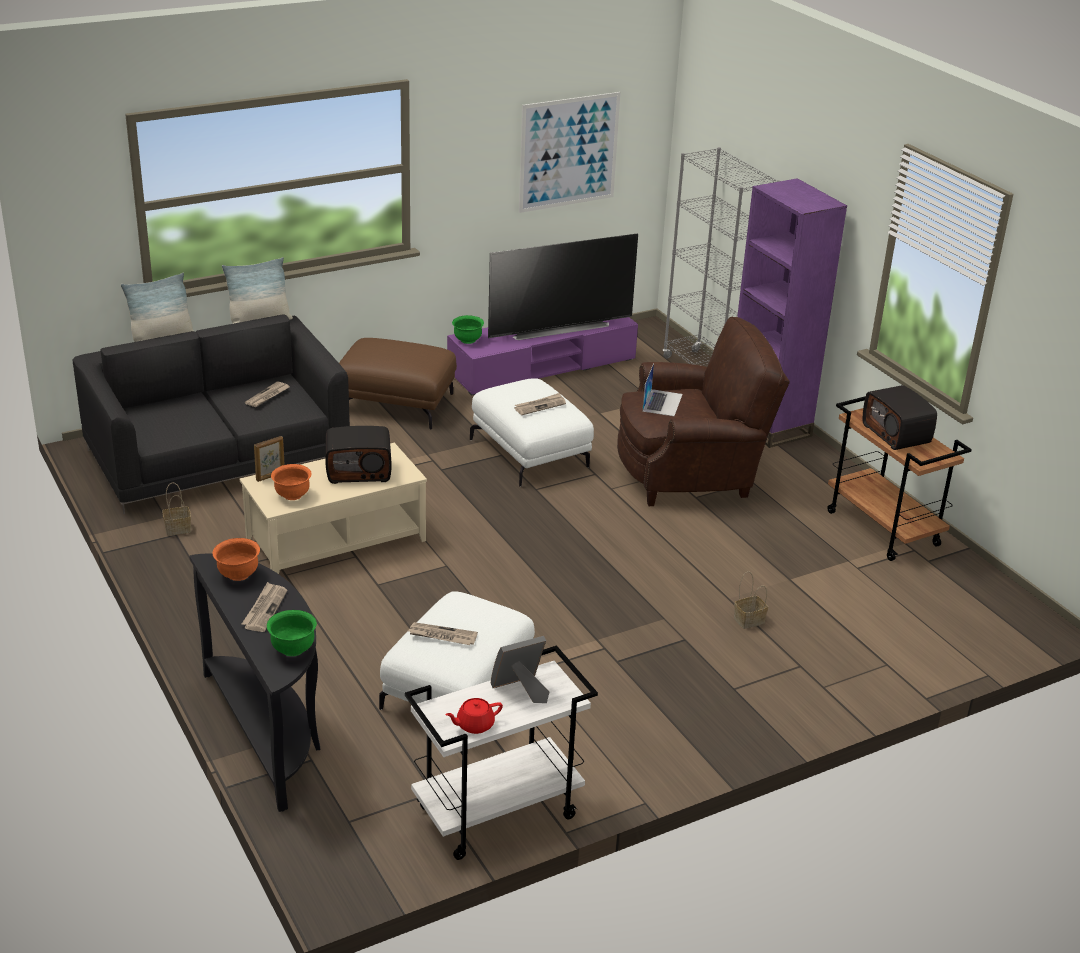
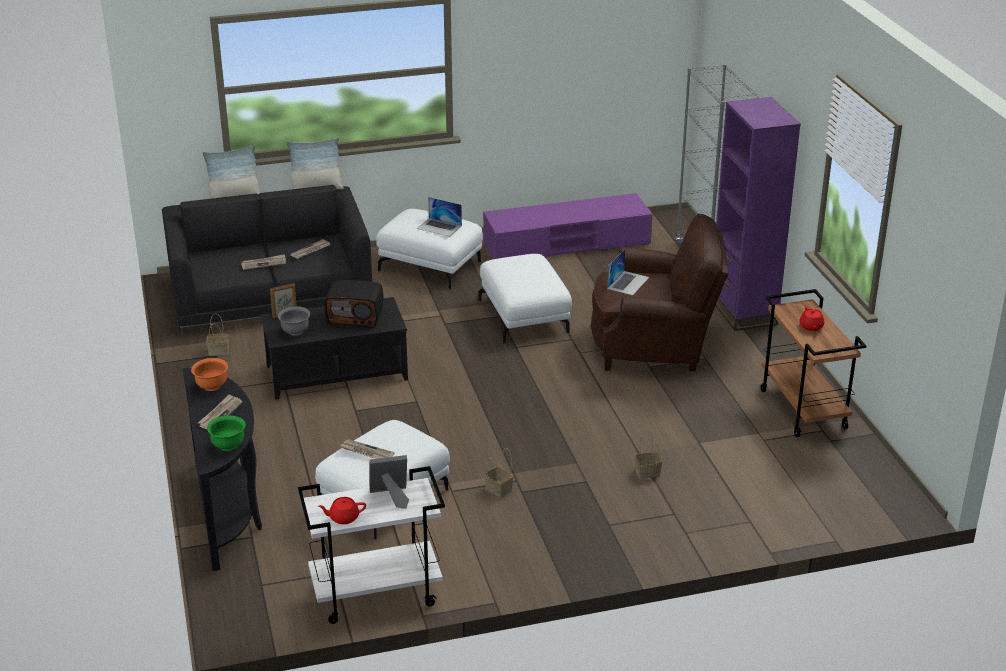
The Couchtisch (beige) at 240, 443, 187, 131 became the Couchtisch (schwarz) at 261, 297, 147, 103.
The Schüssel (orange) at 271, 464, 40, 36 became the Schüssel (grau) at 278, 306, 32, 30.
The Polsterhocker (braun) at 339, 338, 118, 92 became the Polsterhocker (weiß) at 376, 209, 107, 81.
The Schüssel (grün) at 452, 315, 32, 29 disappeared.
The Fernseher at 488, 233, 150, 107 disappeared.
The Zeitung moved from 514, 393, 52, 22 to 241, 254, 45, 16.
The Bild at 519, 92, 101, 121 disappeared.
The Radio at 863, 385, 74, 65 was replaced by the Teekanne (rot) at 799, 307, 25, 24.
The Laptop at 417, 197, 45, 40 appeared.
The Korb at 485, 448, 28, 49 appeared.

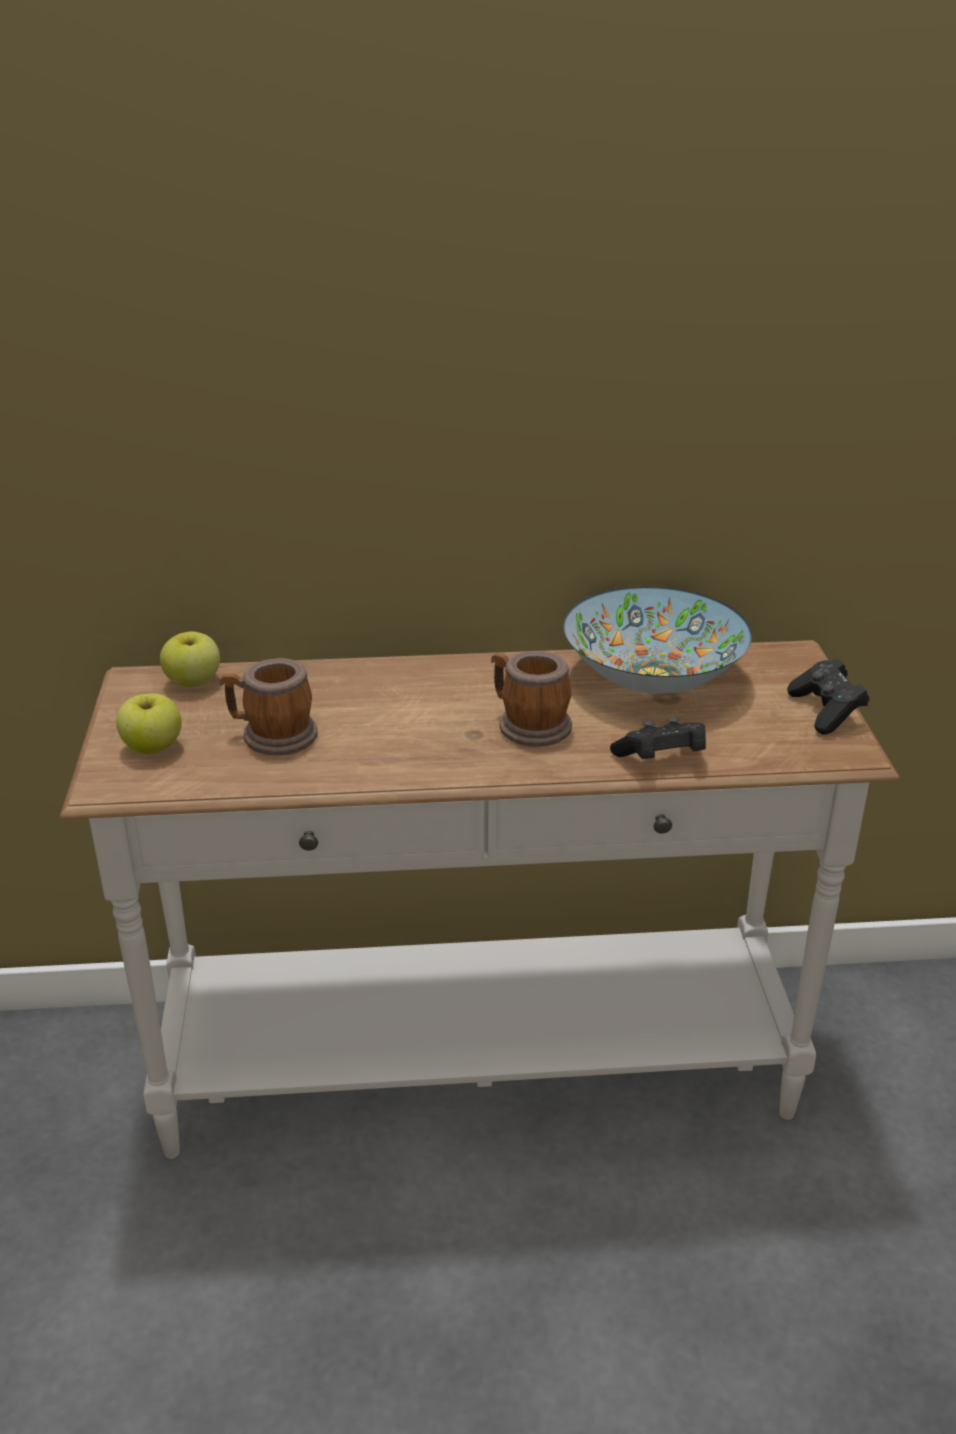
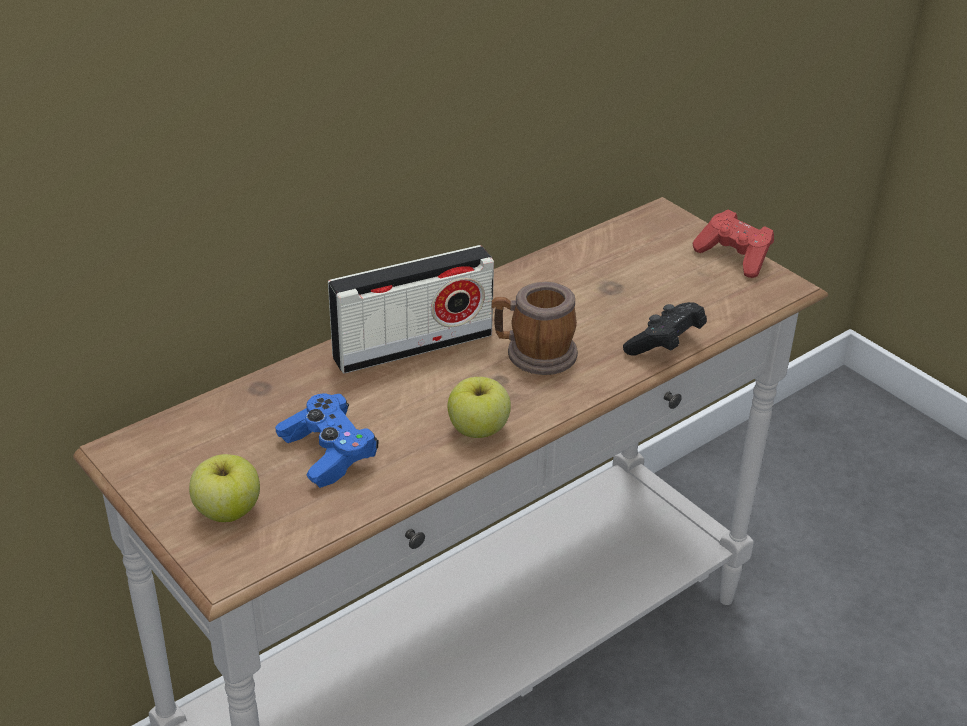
The Apfel moved from 160, 632, 60, 55 to 448, 377, 63, 61.
The Henkelbecher at 220, 658, 98, 97 was replaced by the Gamepad (blau) at 275, 394, 104, 94.
The Schüssel at 563, 586, 189, 108 disappeared.
The Gamepad (schwarz) at 787, 659, 82, 75 became the Gamepad (rot) at 693, 210, 81, 68.
The Radio at 328, 245, 166, 129 appeared.

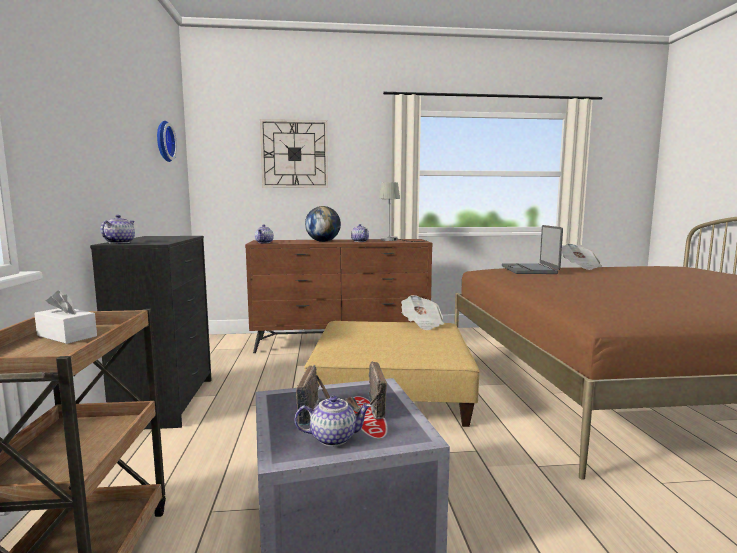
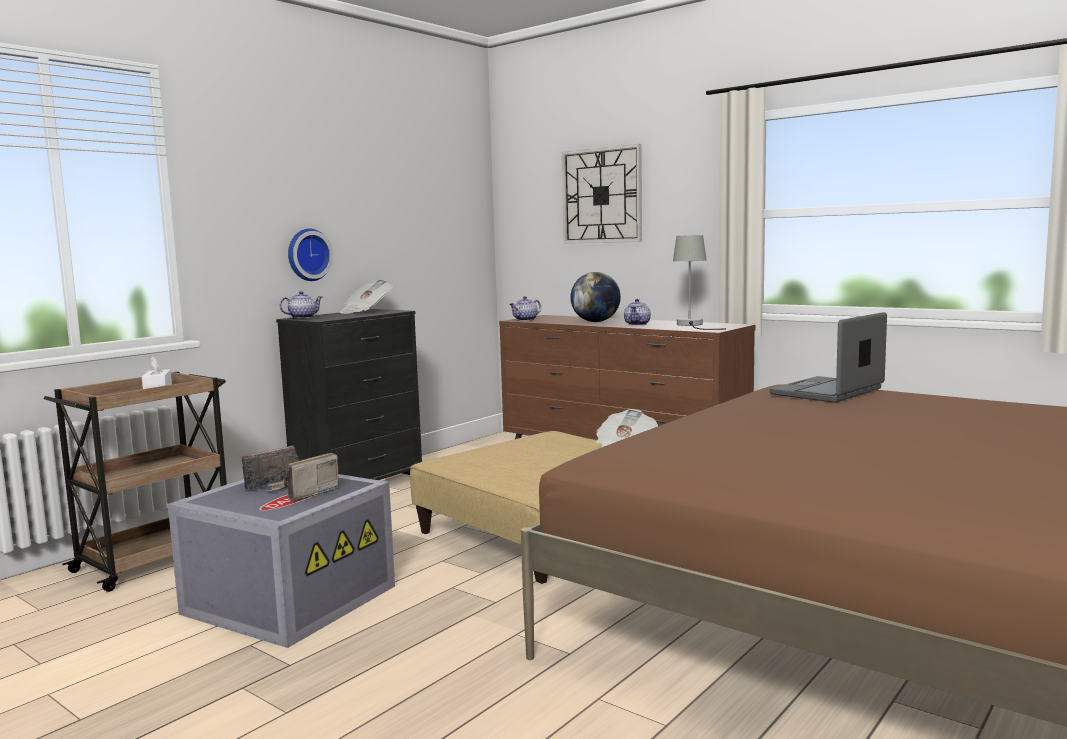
The Wanduhr moved from 157, 121, 20, 41 to 288, 229, 45, 52.
The Teekanne at 295, 396, 77, 51 disappeared.
The Zeitung moved from 562, 244, 40, 26 to 340, 279, 53, 35.

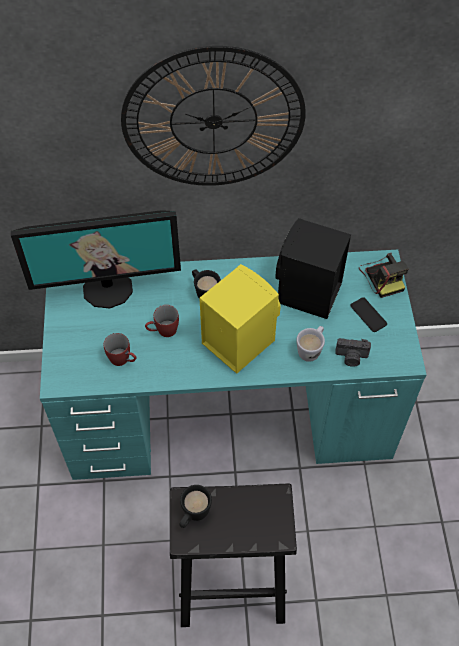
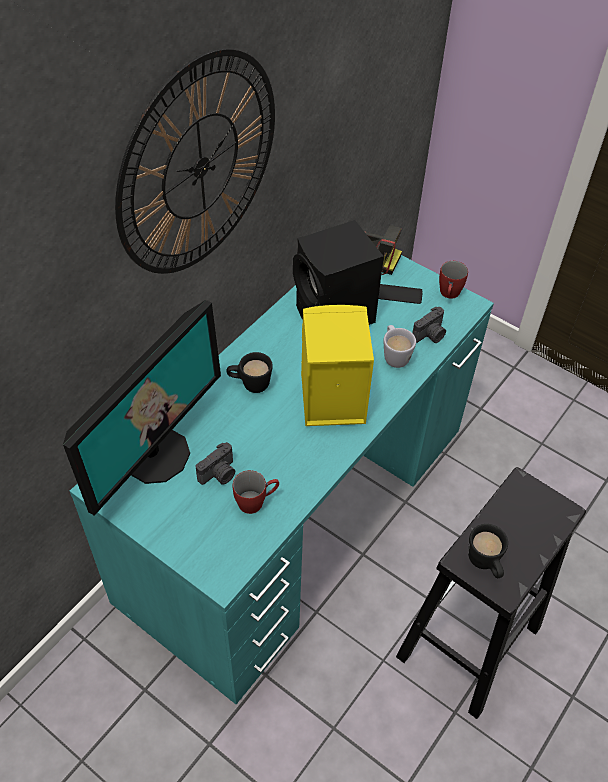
The Henkelbecher (rot) moved from 145, 305, 34, 32 to 439, 261, 29, 38.
The Kamera at 196, 442, 39, 43 appeared.

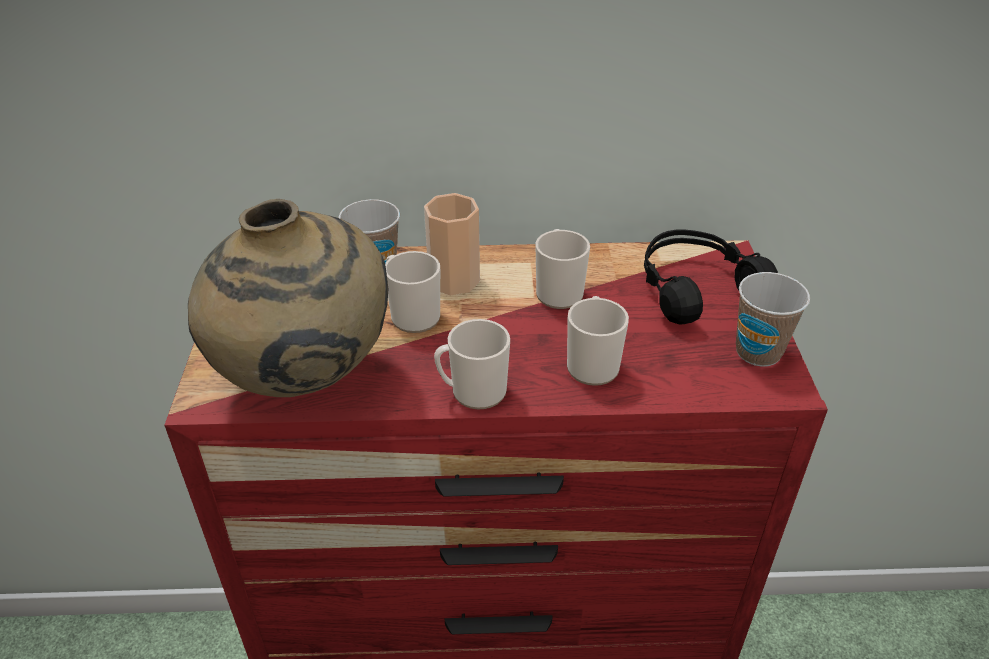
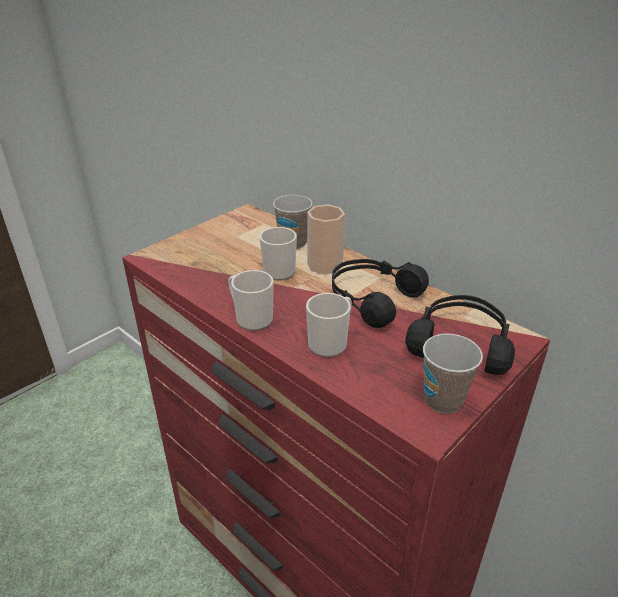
The Vase (beige) at 188, 199, 200, 198 disappeared.
The Henkelbecher at 535, 229, 55, 80 was replaced by the Kopfhörer (schwarz) at 332, 259, 97, 69.

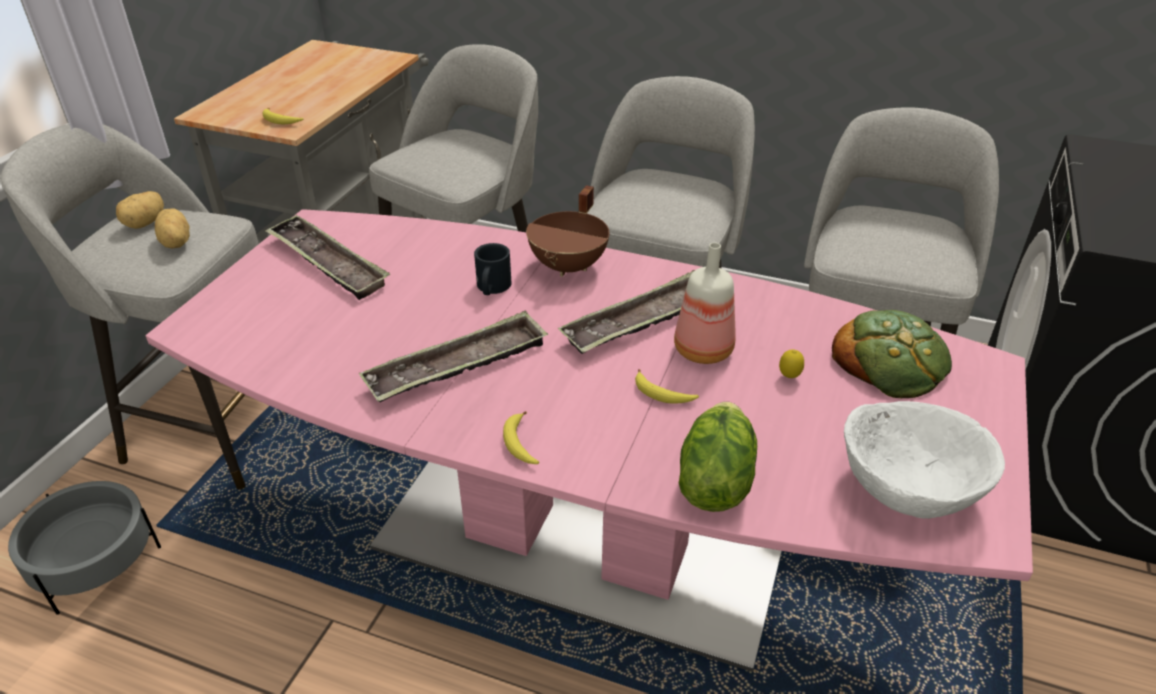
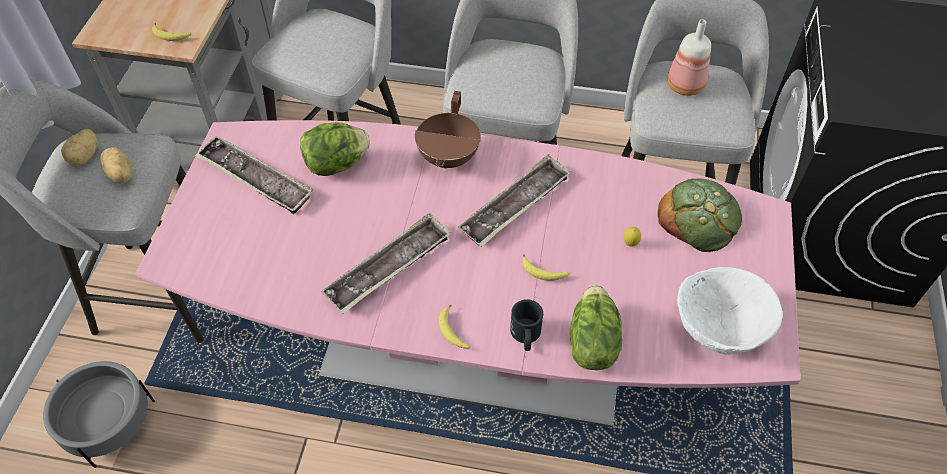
The Henkelbecher (schwarz) moved from 474, 243, 37, 52 to 510, 299, 33, 52.
The Flasche moved from 674, 242, 62, 122 to 667, 20, 44, 76.
The Salatkopf at 300, 122, 70, 54 appeared.

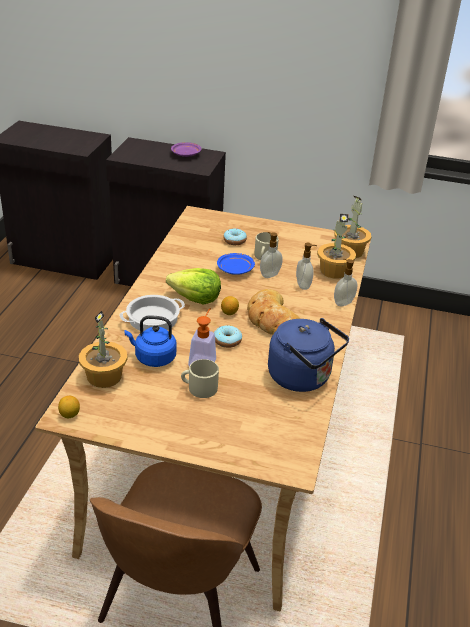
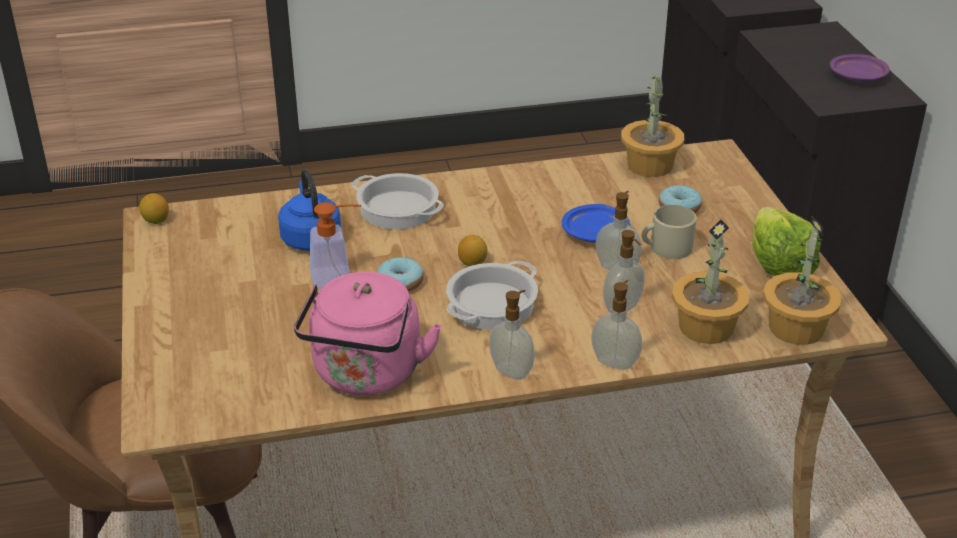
The Topfpflanze moved from 79, 310, 49, 78 to 621, 73, 63, 104.
The Salatkopf moved from 166, 268, 55, 37 to 752, 207, 69, 69.
The Henkelbecher (beige) at 181, 359, 38, 39 disappeared.
The Brot at 247, 289, 54, 45 was replaced by the Kochtopf at 446, 260, 92, 70.
The Wasserkessel (blau) at 268, 318, 81, 74 became the Wasserkessel (rosa) at 294, 272, 148, 123.
The Seifenspender at 489, 290, 46, 90 appeared.

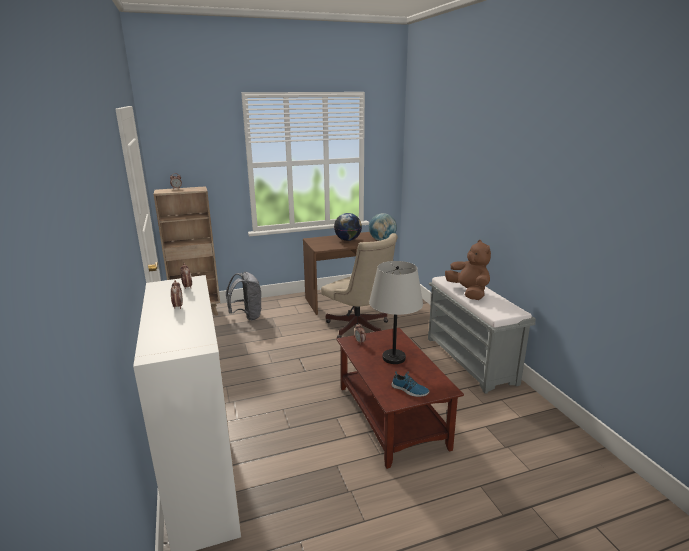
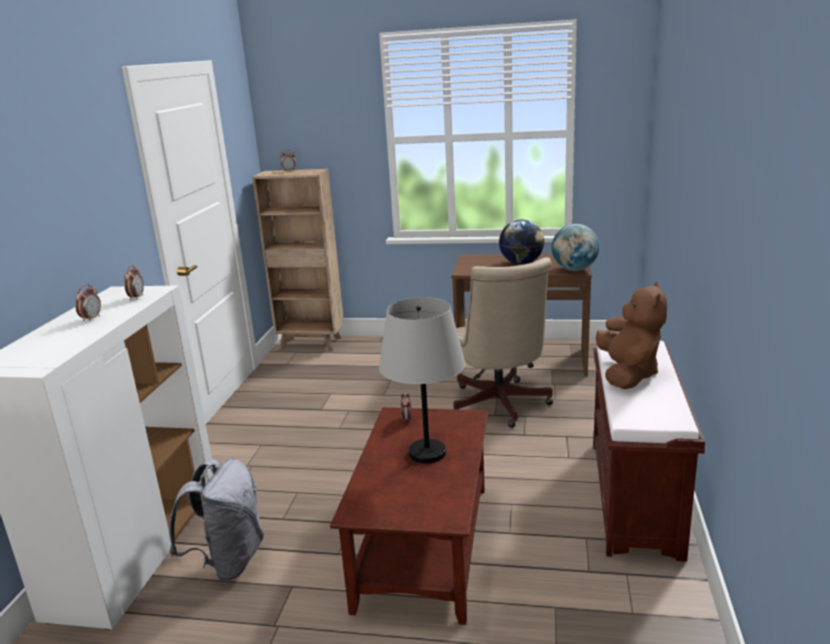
The Rucksack (grau) moved from 226, 272, 35, 49 to 169, 458, 95, 123.
The Schuh at 392, 371, 38, 26 disappeared.
The Bank (grau) at 428, 276, 108, 118 became the Bank (braun) at 593, 341, 112, 221.

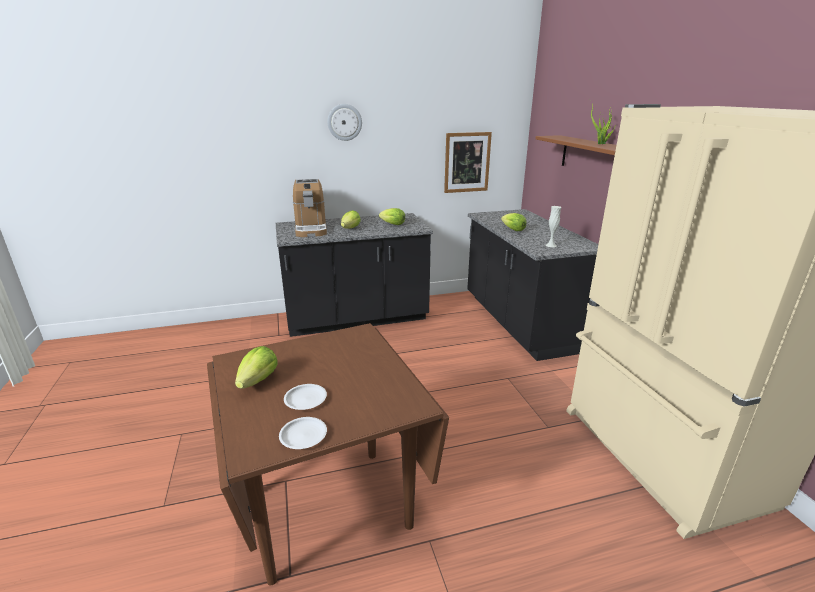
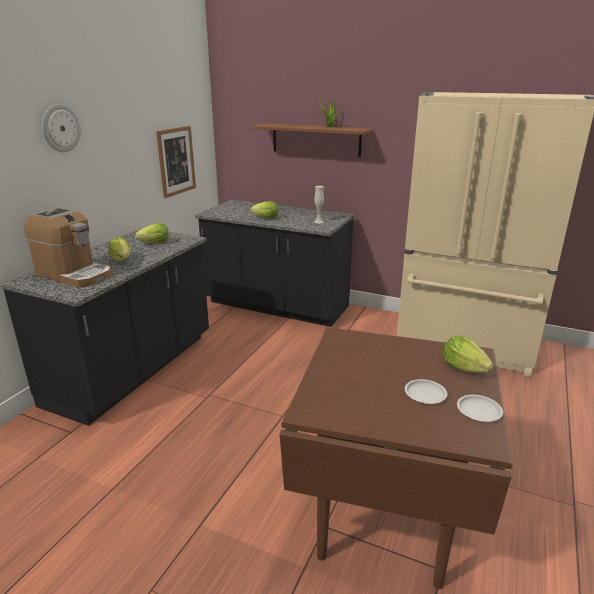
The Salatkopf moved from 235, 346, 42, 43 to 443, 335, 51, 38.

